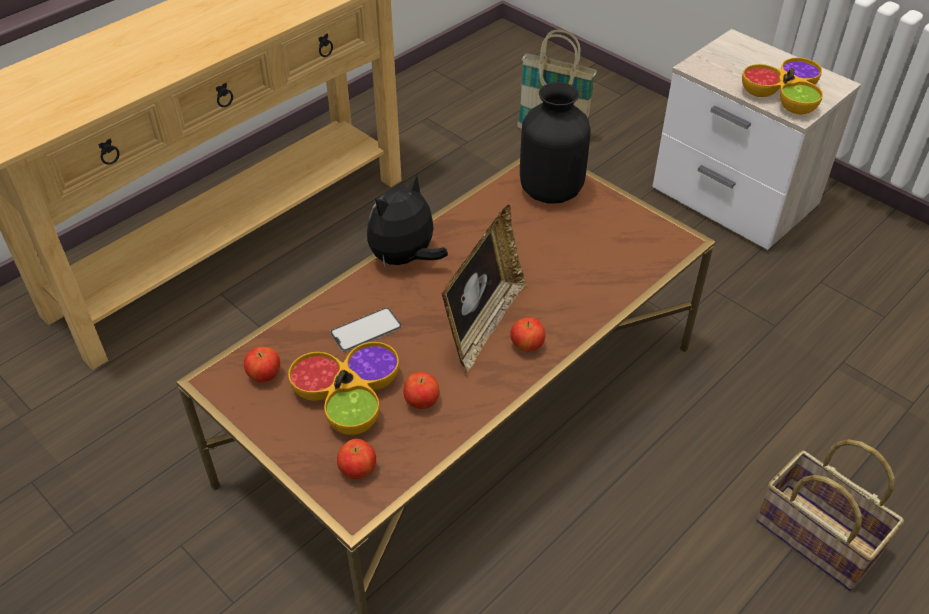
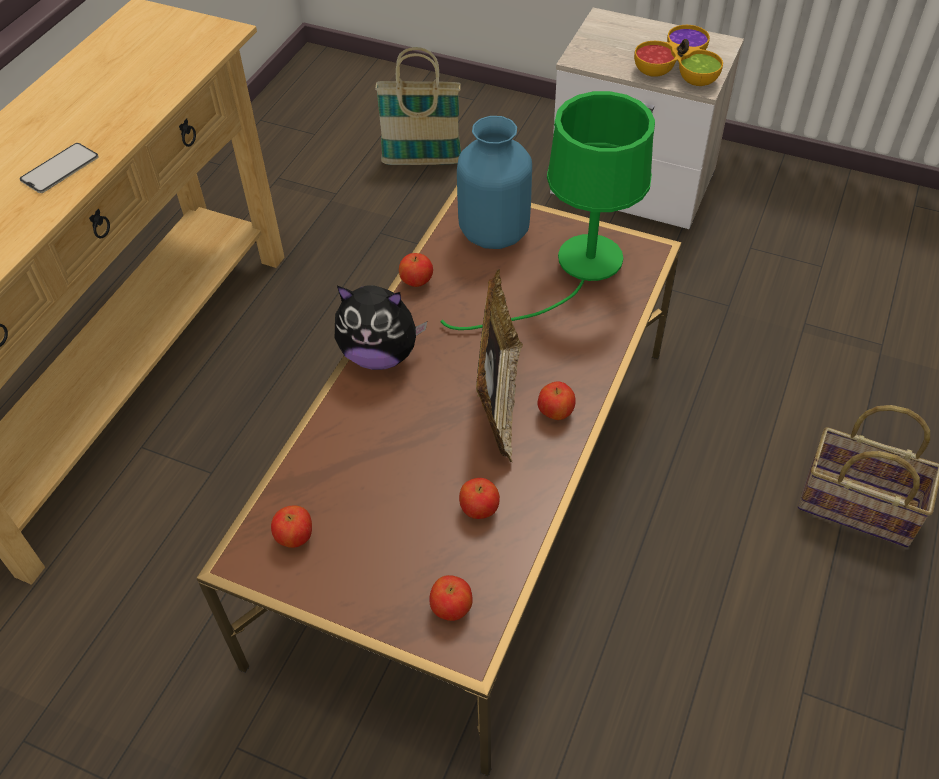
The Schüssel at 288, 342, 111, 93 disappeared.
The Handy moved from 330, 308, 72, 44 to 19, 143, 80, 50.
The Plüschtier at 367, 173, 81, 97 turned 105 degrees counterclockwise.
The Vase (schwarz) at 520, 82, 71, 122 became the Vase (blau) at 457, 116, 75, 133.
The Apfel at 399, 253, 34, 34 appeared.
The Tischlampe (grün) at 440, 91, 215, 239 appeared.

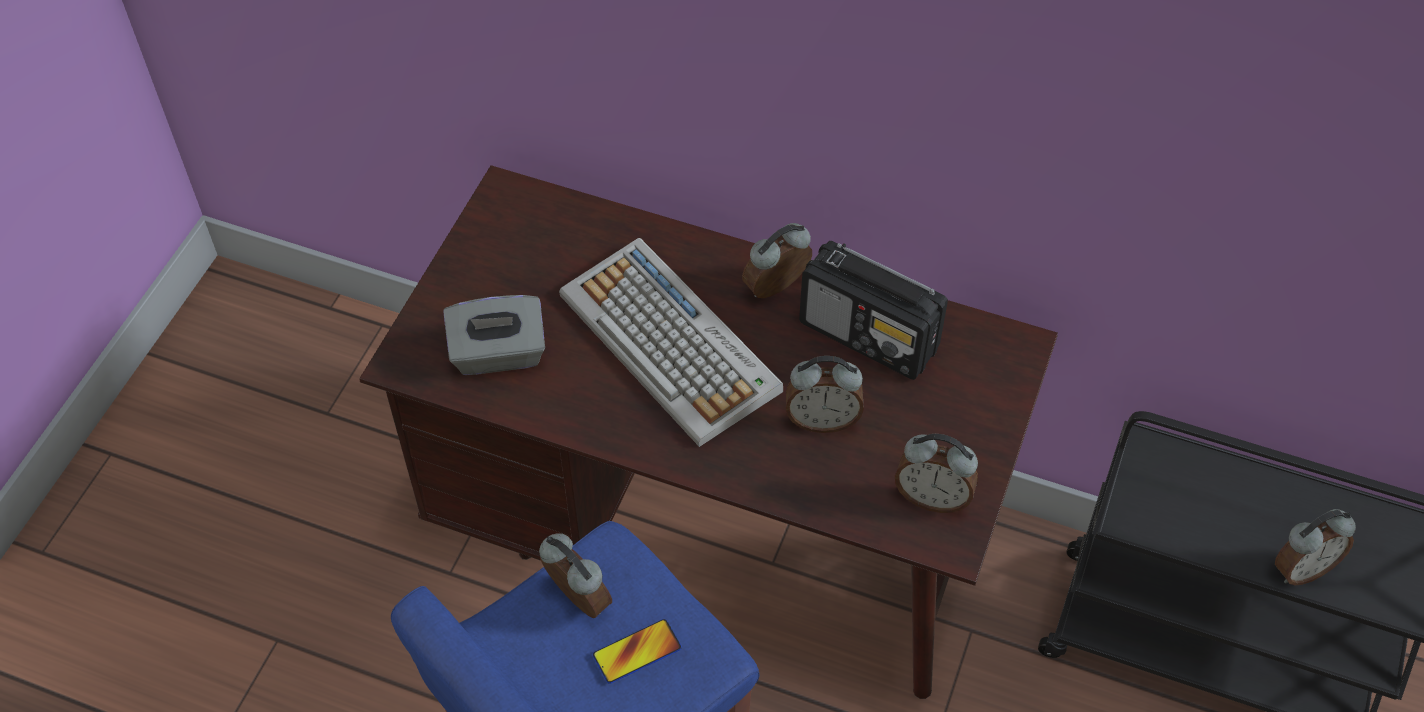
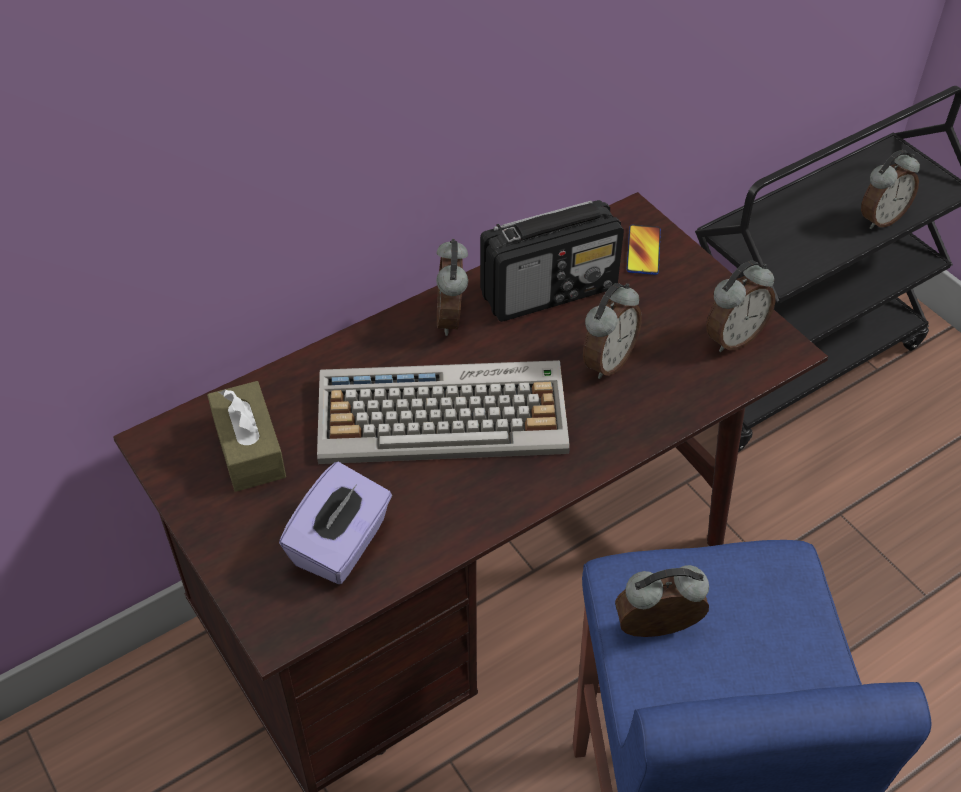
The Taschentuchbox (grau) at 444, 295, 101, 80 became the Taschentuchbox (lila) at 279, 462, 113, 122.
The Handy moved from 593, 619, 89, 65 to 627, 225, 34, 50.
The Wecker at 1275, 509, 81, 76 turned 45 degrees clockwise.
The Taschentuchbox (braun) at 207, 381, 79, 111 appeared.

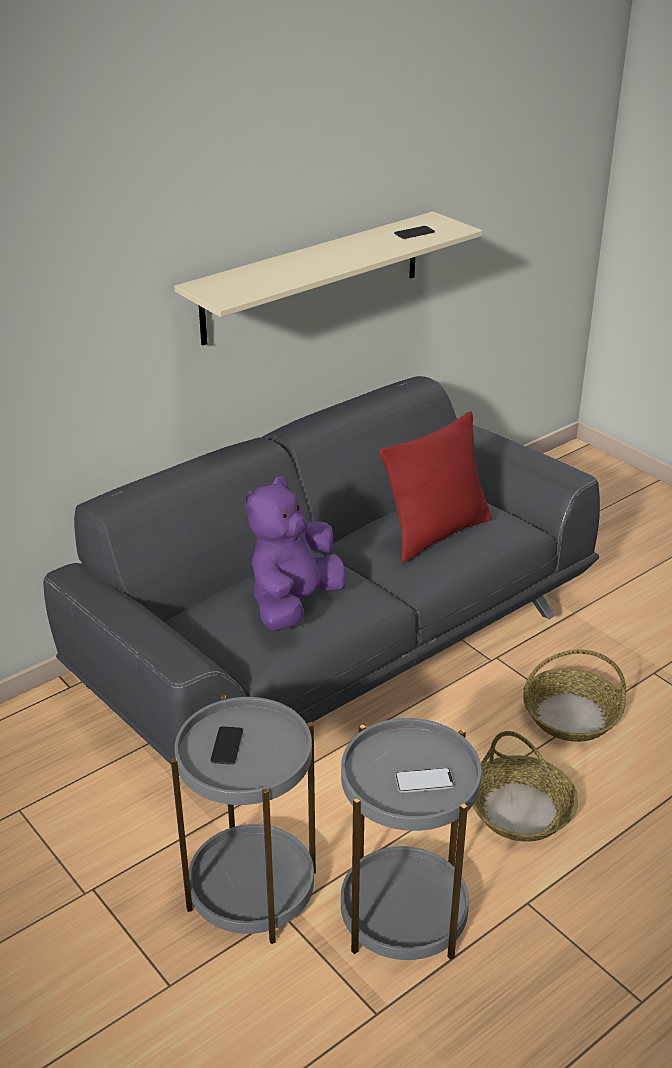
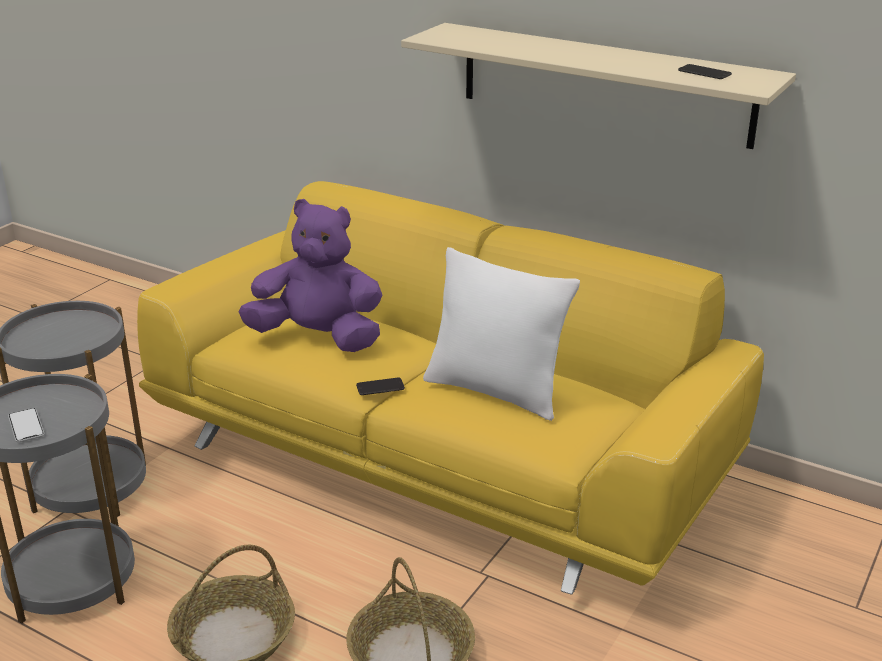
The Sofa (grau) at 43, 376, 557, 388 became the Sofa (gelb) at 137, 181, 627, 414.
The Handy moved from 210, 726, 33, 39 to 356, 378, 49, 17.
The Kissen (rot) at 379, 411, 113, 152 became the Kissen (weiß) at 423, 247, 157, 174.

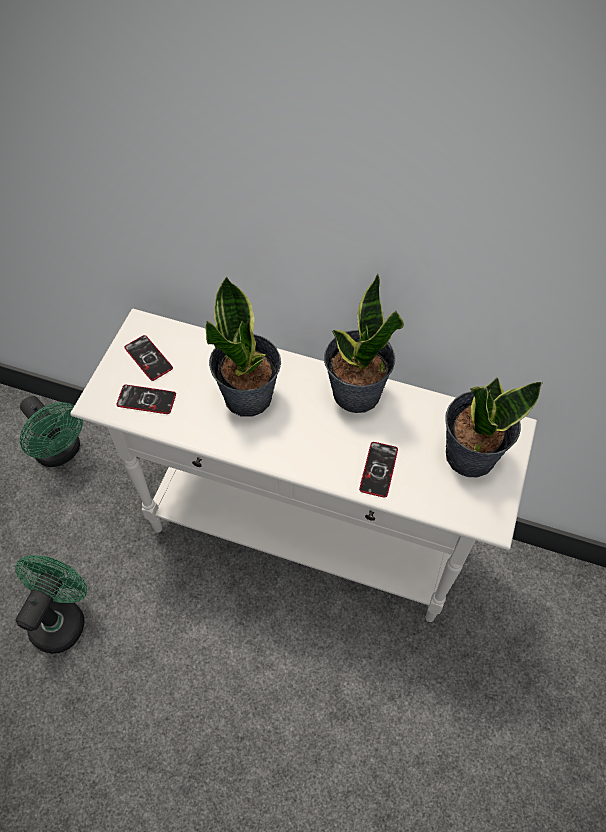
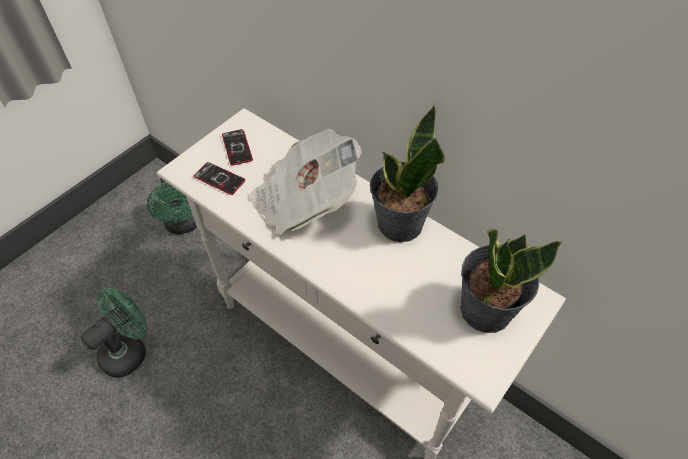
The Topfpflanze at 205, 276, 76, 140 was replaced by the Zeitung at 249, 129, 113, 106.
The Handy at 359, 442, 39, 56 disappeared.

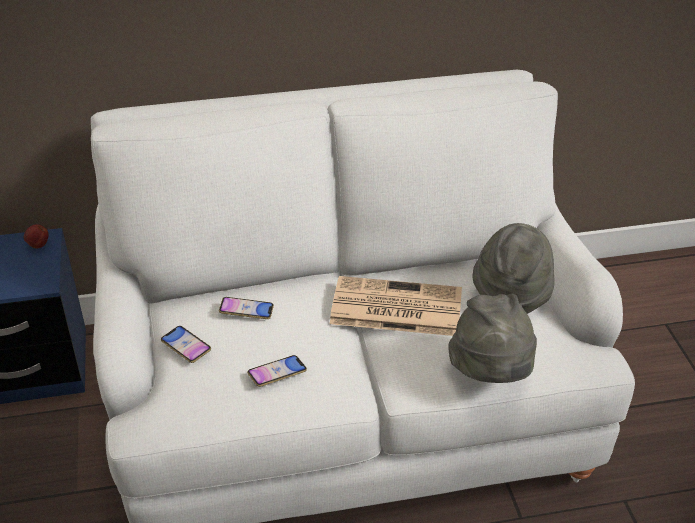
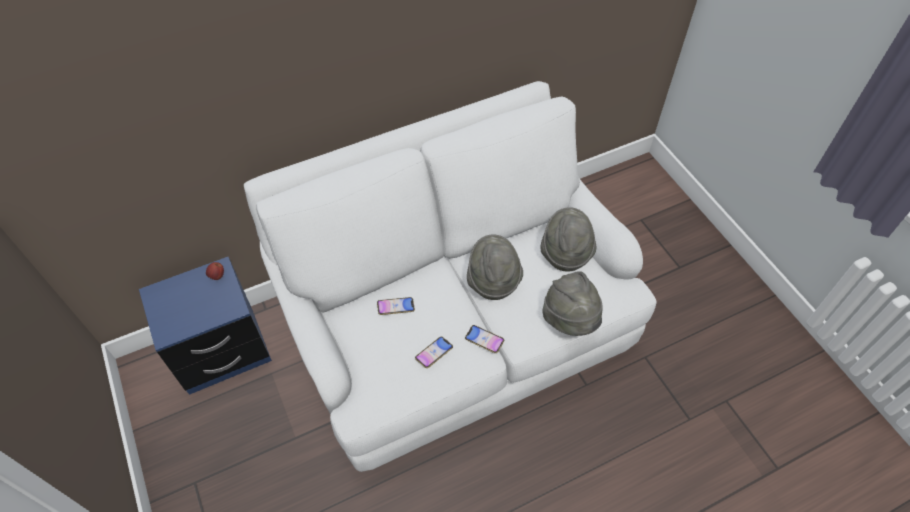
The Handy moved from 161, 326, 50, 37 to 465, 325, 39, 28.
The Zeitung at 330, 276, 132, 60 was replaced by the Hut (grau) at 467, 234, 56, 66.

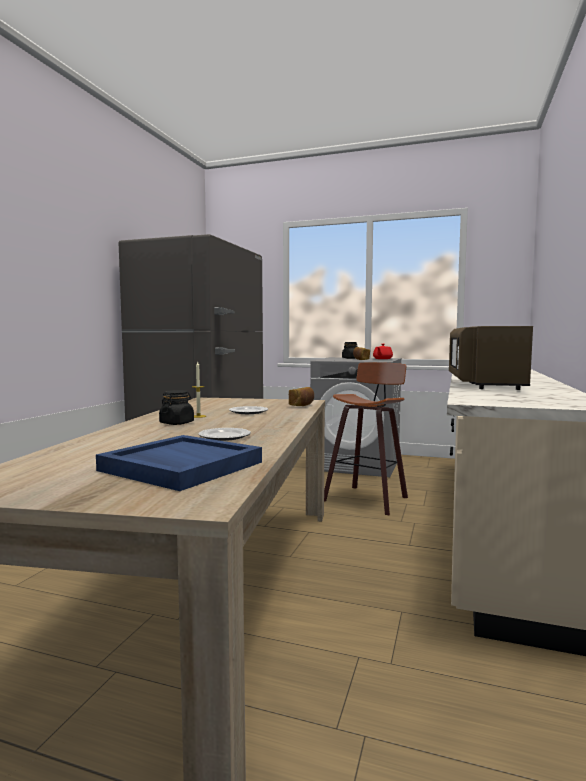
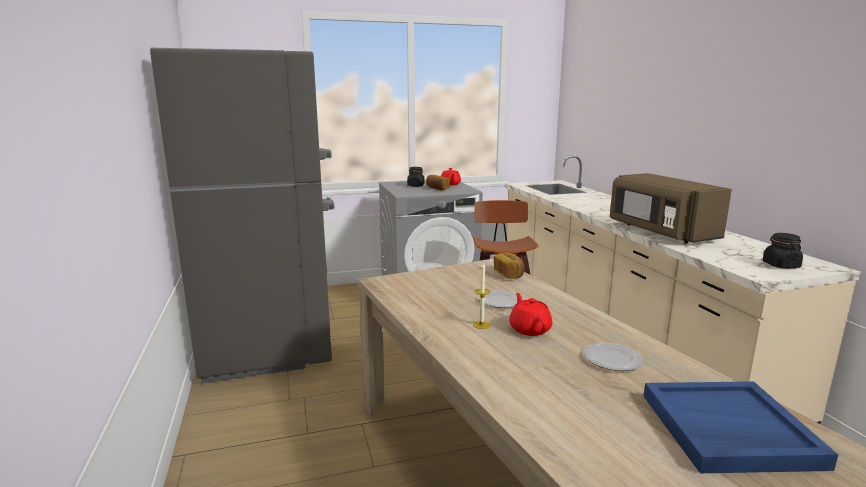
The Vorratsglas (schwarz) moved from 159, 390, 35, 35 to 763, 233, 40, 35.
The Teekanne (rot) at 509, 293, 43, 43 appeared.

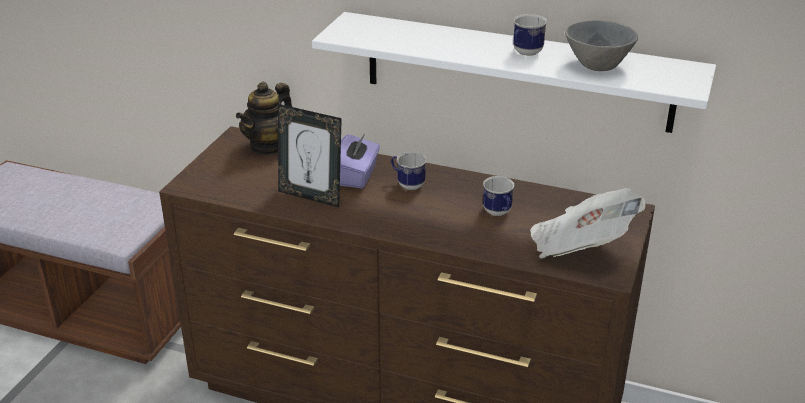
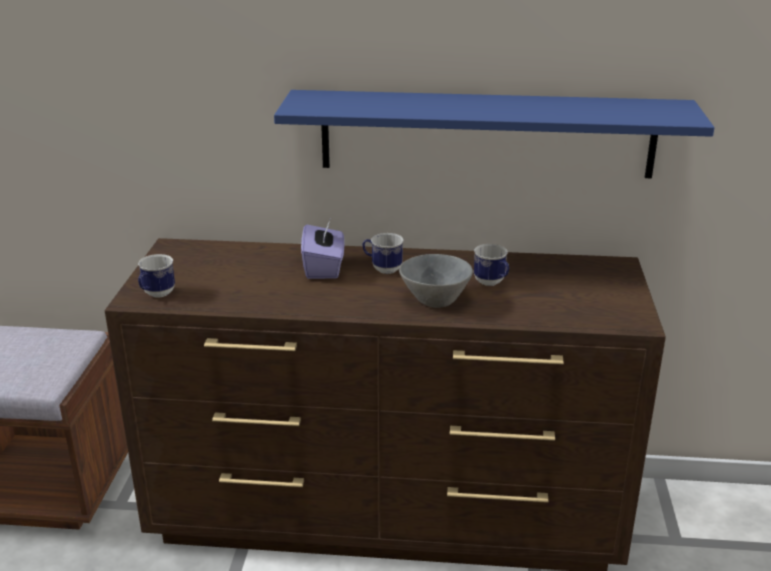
The Teekanne at 236, 82, 56, 74 disappeared.
The Bilderrahmen at 278, 104, 64, 103 disappeared.
The Wandregal (weiß) at 312, 12, 404, 121 became the Wandregal (blau) at 274, 90, 441, 88.
The Henkelbecher moved from 513, 14, 34, 42 to 138, 254, 37, 43.
The Zeitung at 530, 188, 116, 71 disappeared.
The Schüssel (grau) moved from 565, 20, 73, 51 to 399, 254, 74, 54.

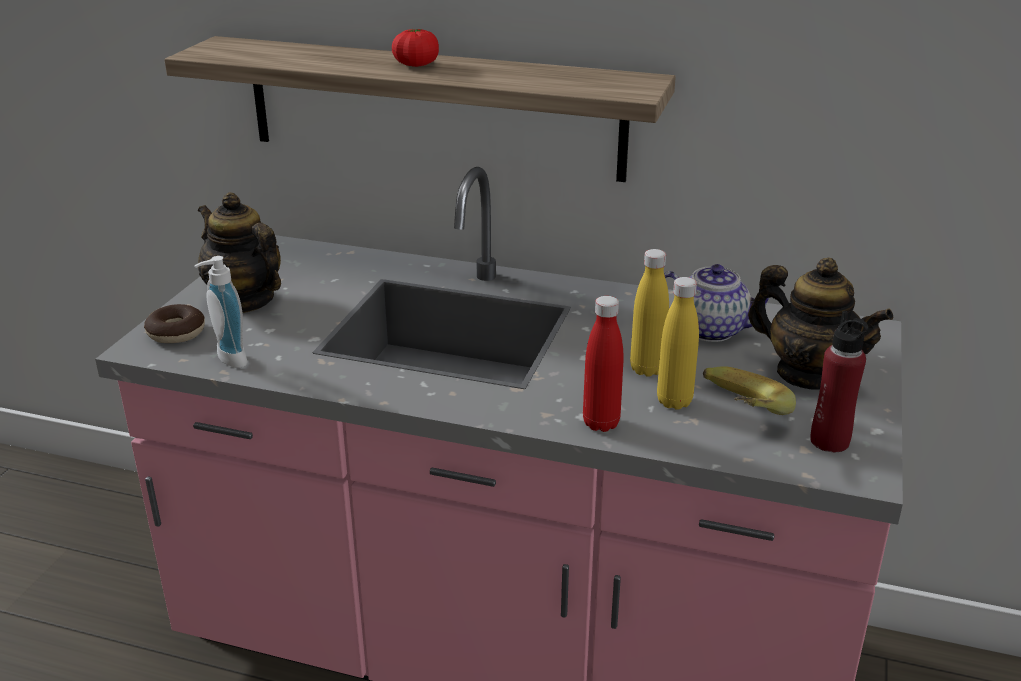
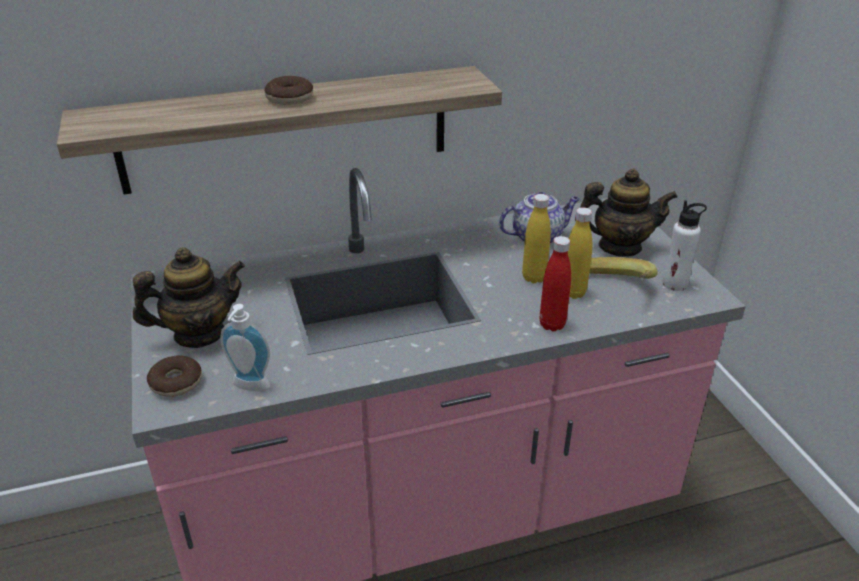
The Teekanne at 198, 192, 83, 121 turned 150 degrees clockwise.
The Tomate at 392, 29, 47, 38 was replaced by the Donut at 264, 76, 49, 29.
The Flasche (rot) at 810, 311, 58, 141 became the Flasche (weiß) at 663, 200, 44, 91.

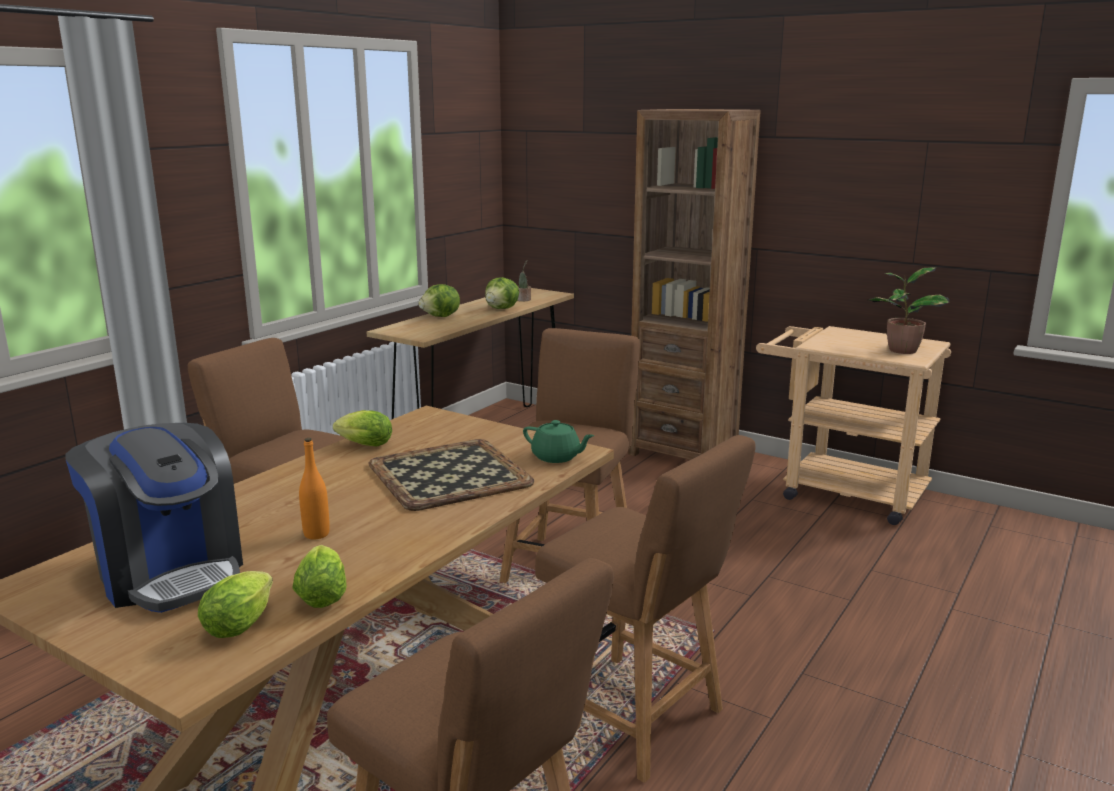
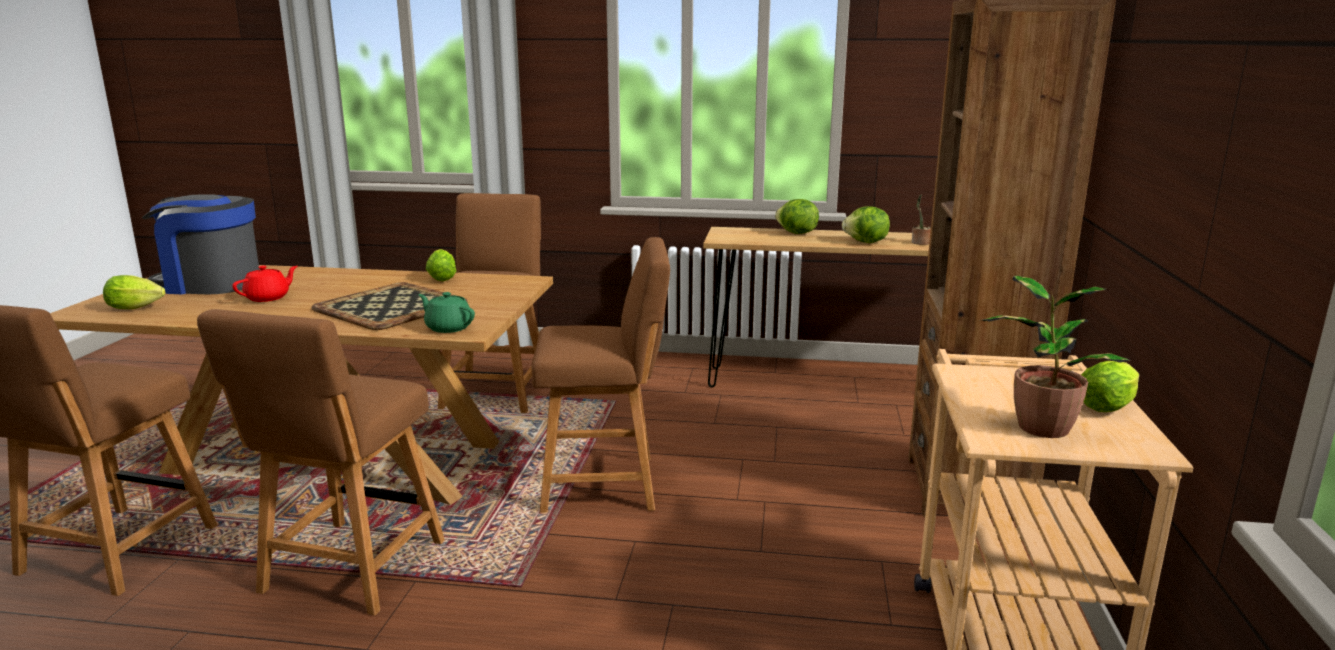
The Kaffeemaschine at 66, 423, 177, 190 turned 75 degrees clockwise.
The Salatkopf moved from 292, 545, 54, 63 to 1081, 361, 58, 51.
The Flasche (orange) at 299, 438, 31, 101 was replaced by the Teekanne (rot) at 232, 266, 66, 36.
The Teekanne (grün) at 523, 420, 71, 43 turned 120 degrees clockwise.

